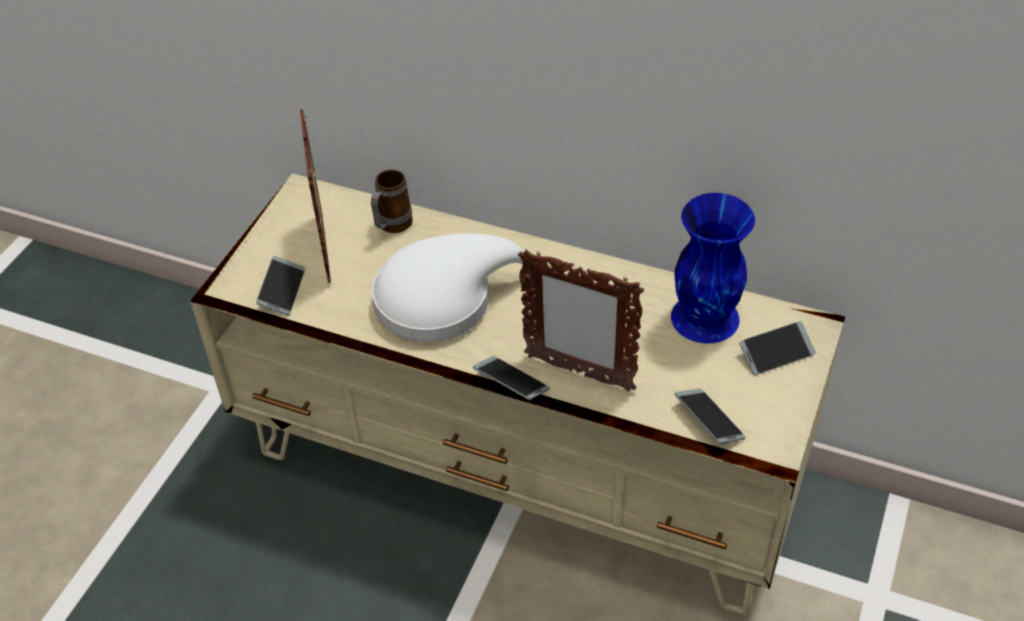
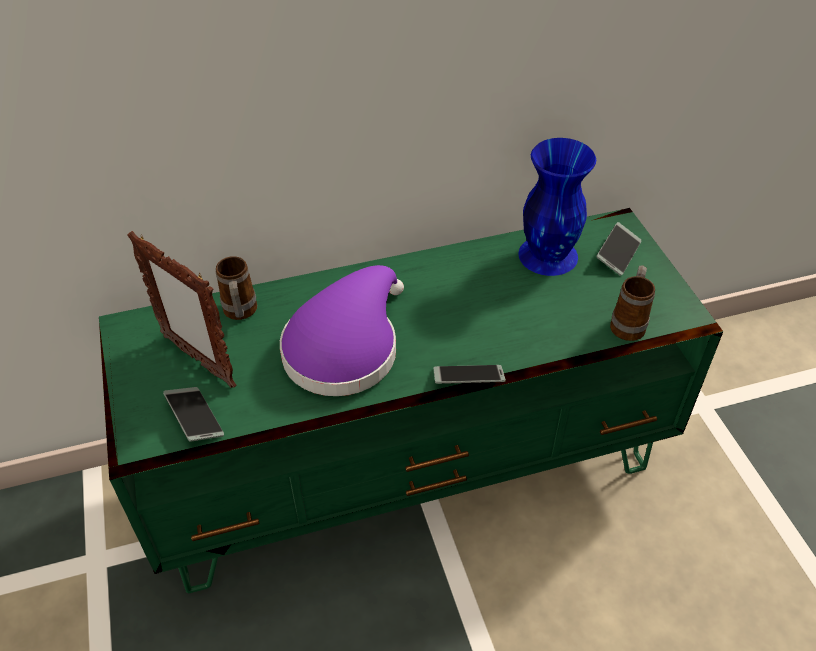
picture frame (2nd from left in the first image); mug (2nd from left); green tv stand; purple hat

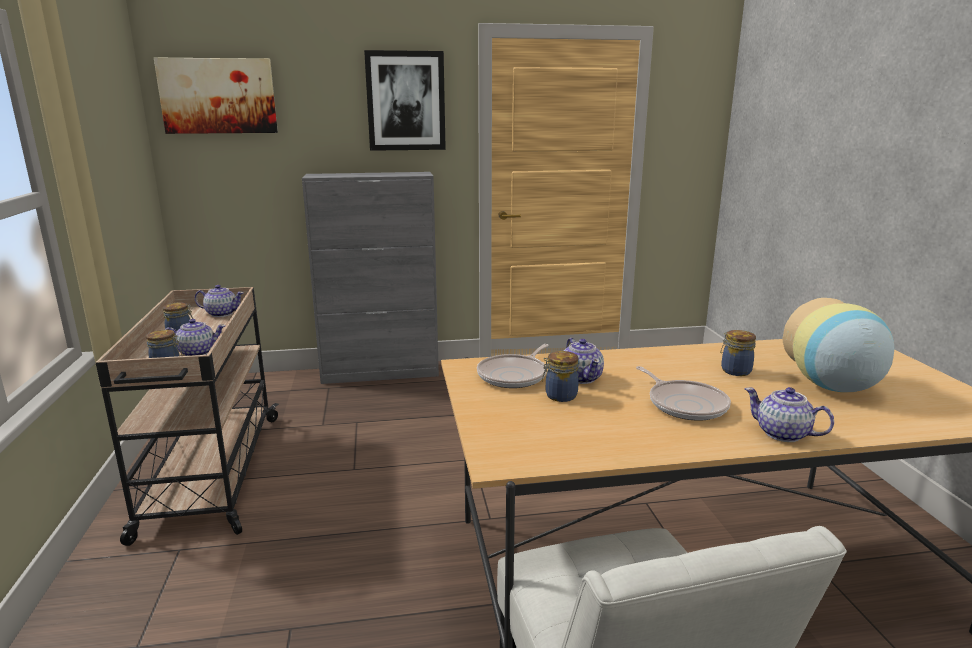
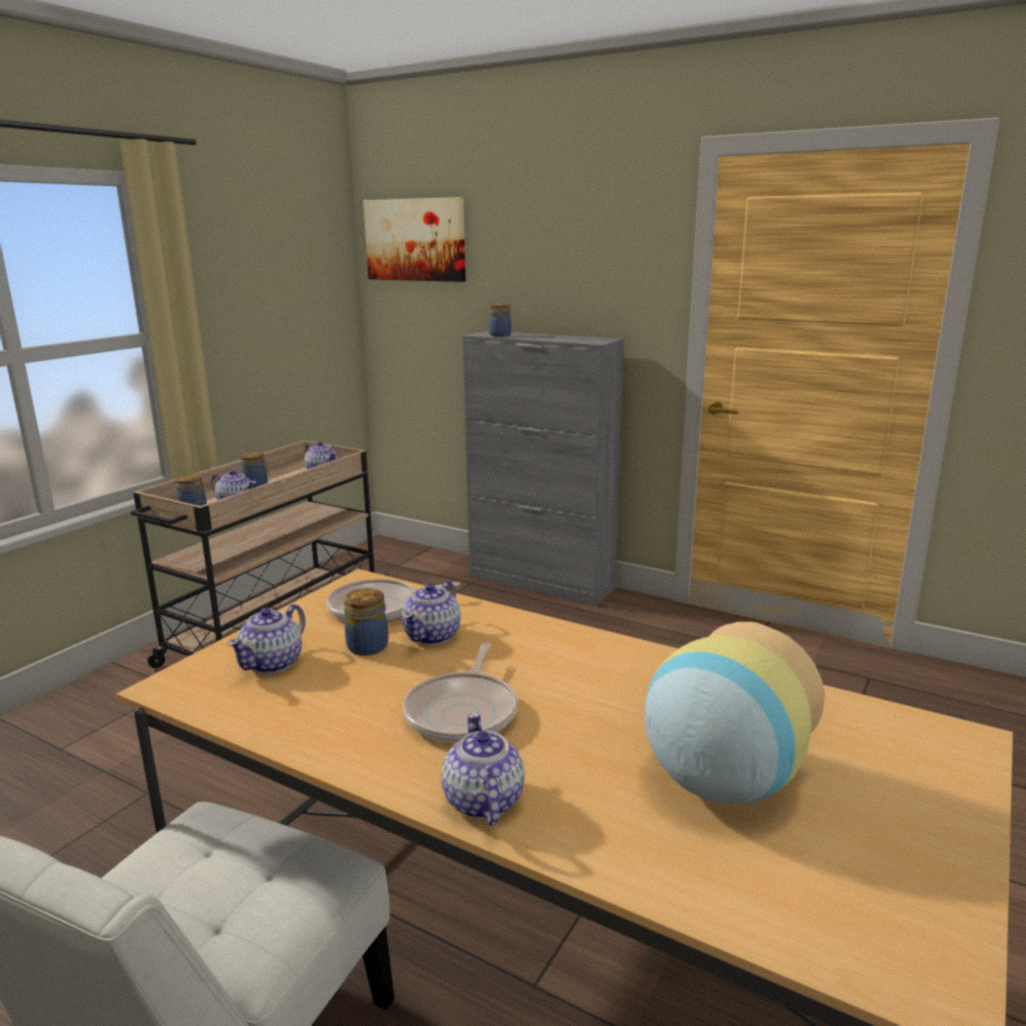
picture (2nd from left in the first image); teapot (2nd from left); jar (4th from left)

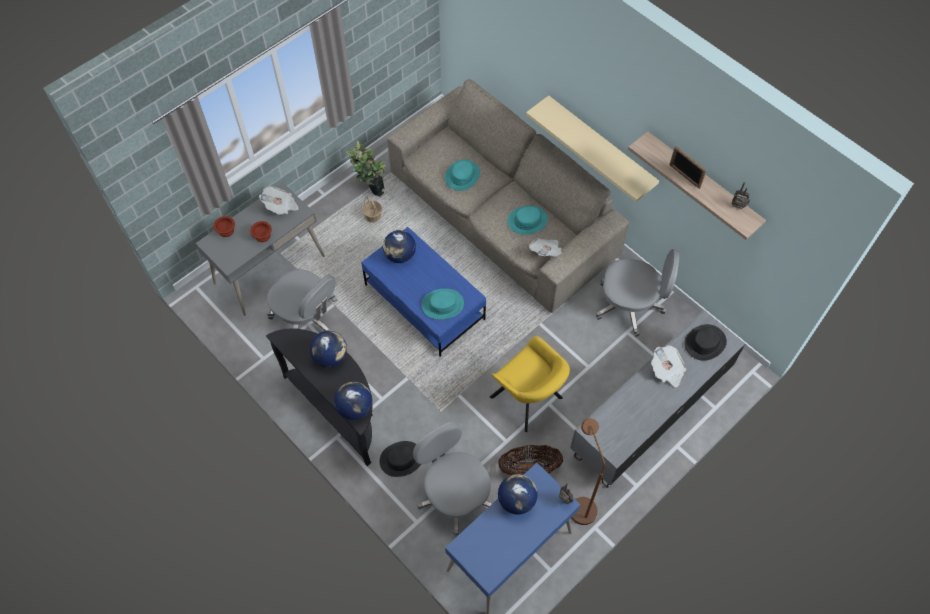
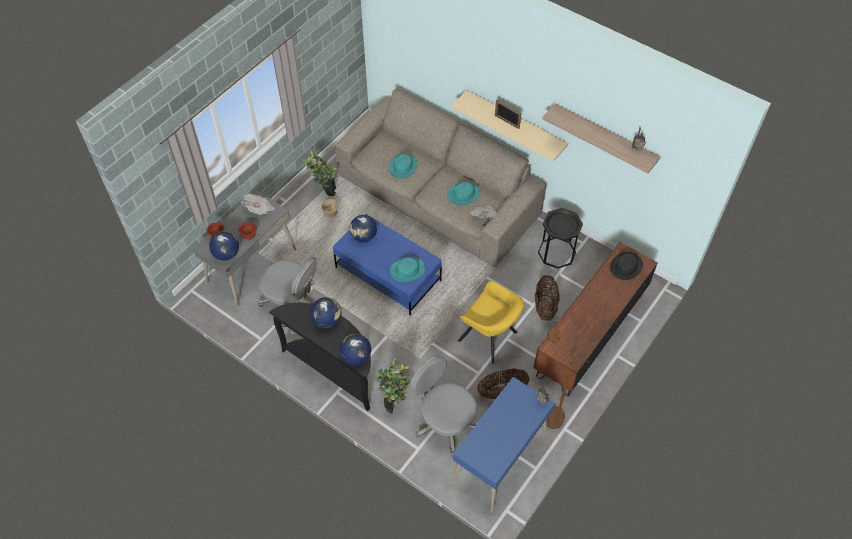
newspaper (3rd from left in the first image); basket (3rd from left); globe (1st from left); picture frame; potted plant (2nd from left); black side table; brown tv stand

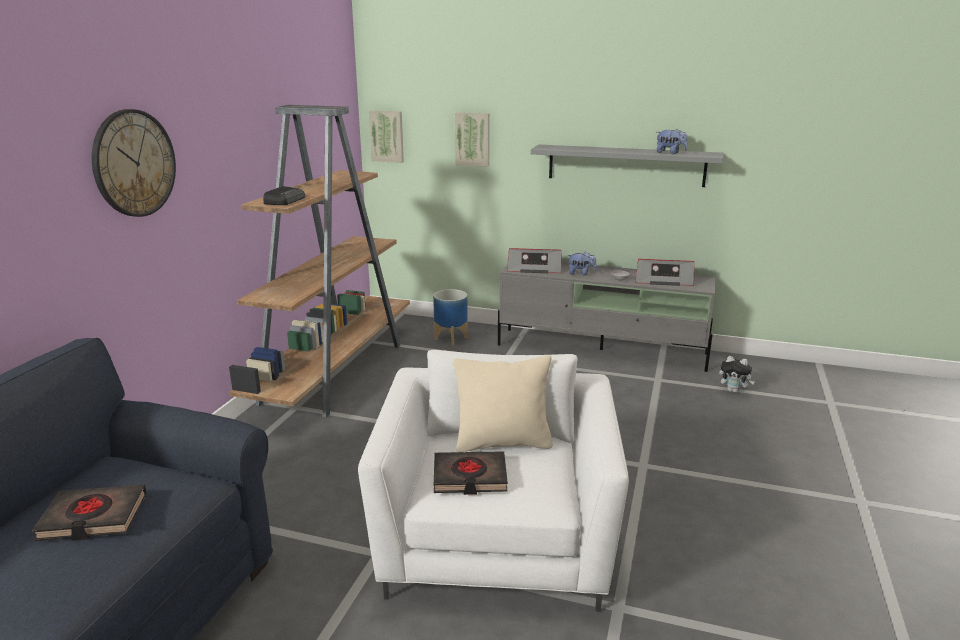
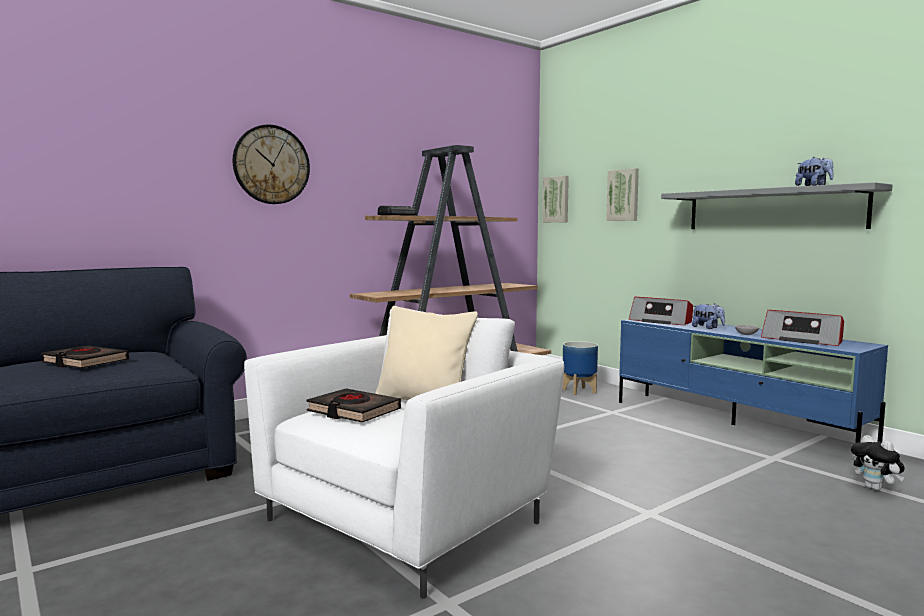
blue tv stand

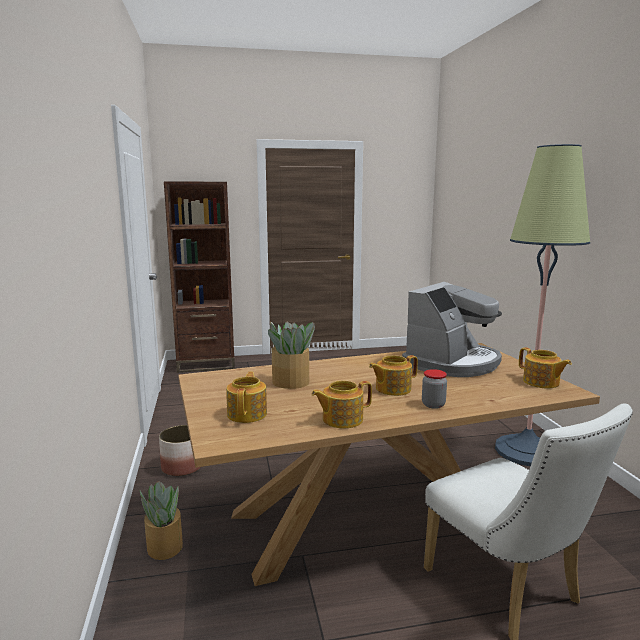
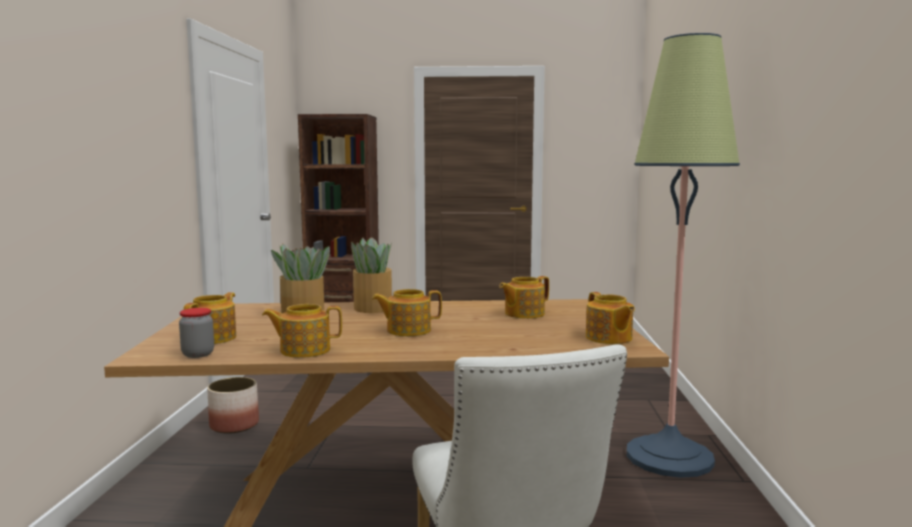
potted plant (2nd from left); jar; teapot (4th from left)

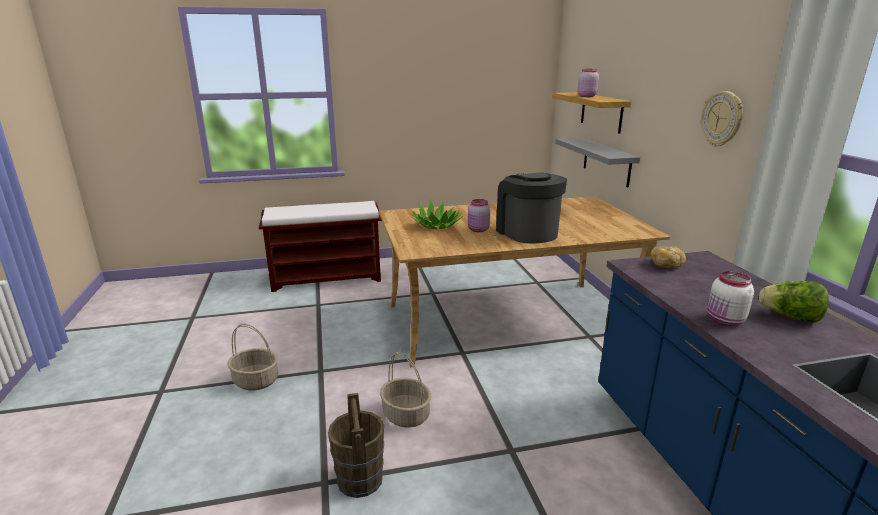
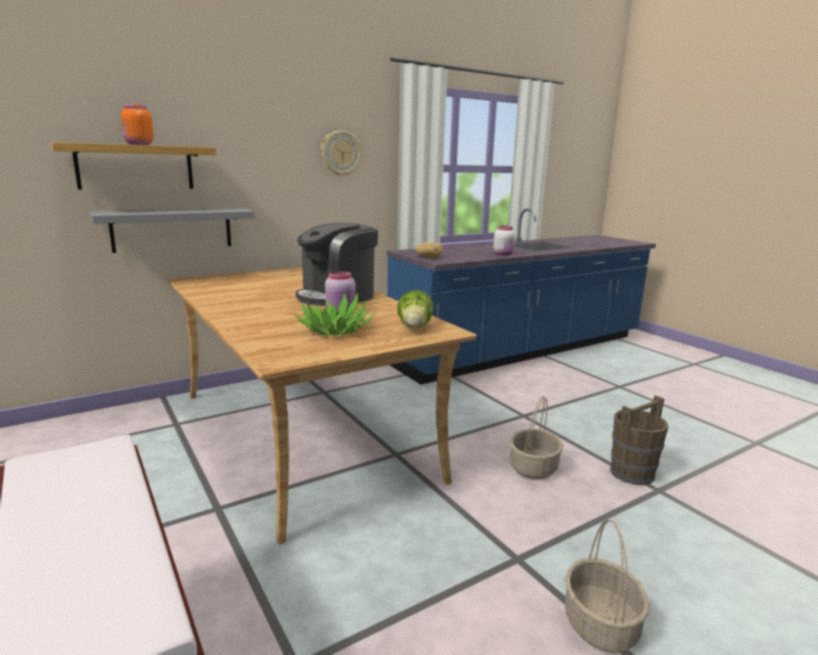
lettuce; orange jar

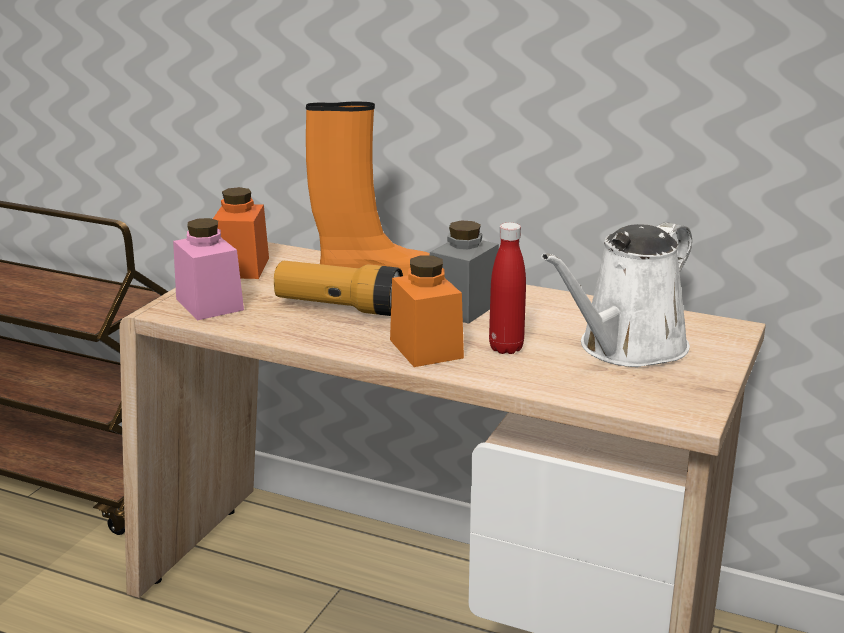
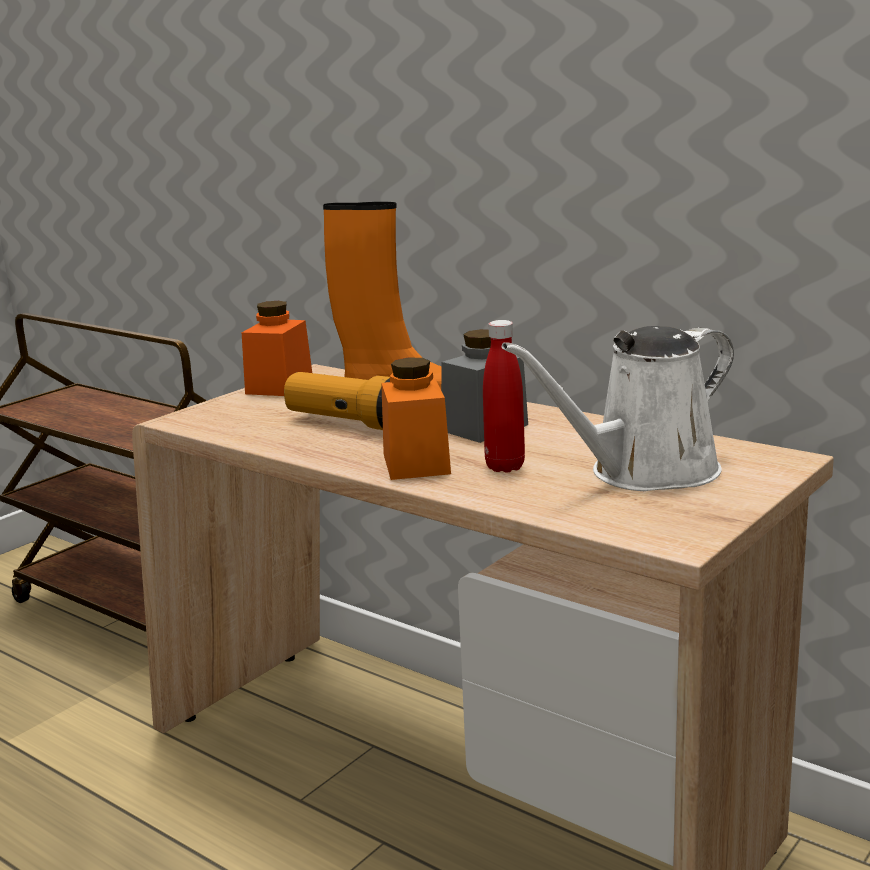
pink jar

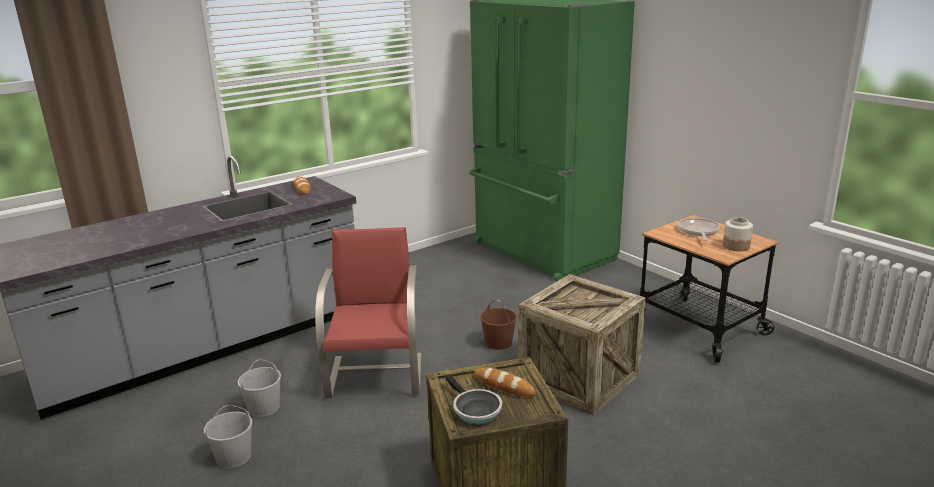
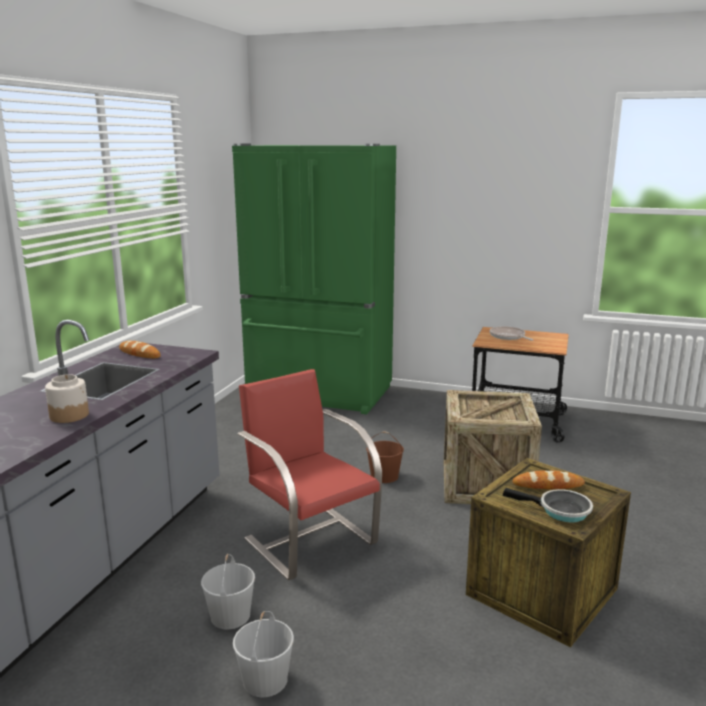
jar

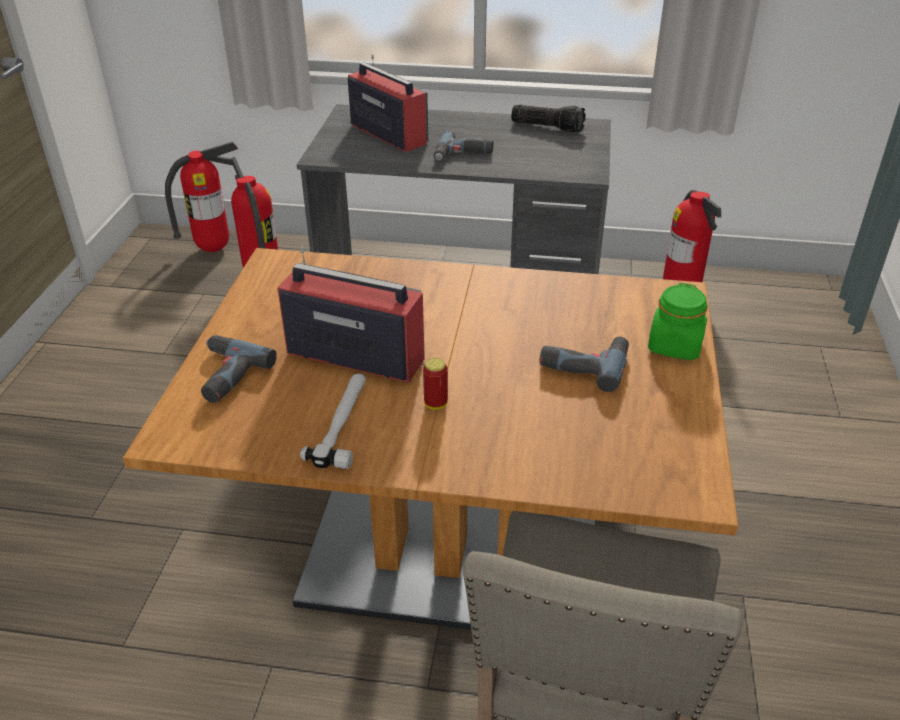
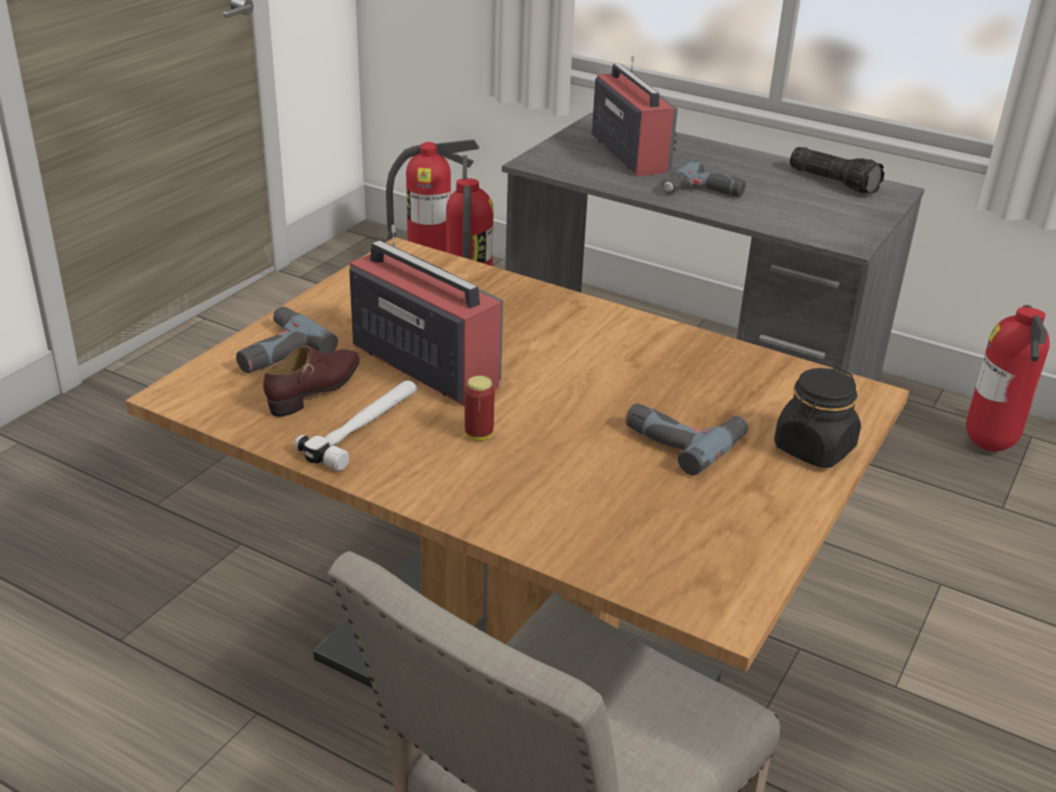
brown shoe; black jar

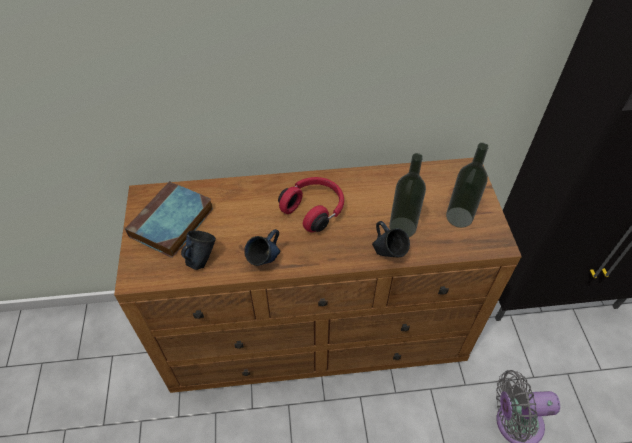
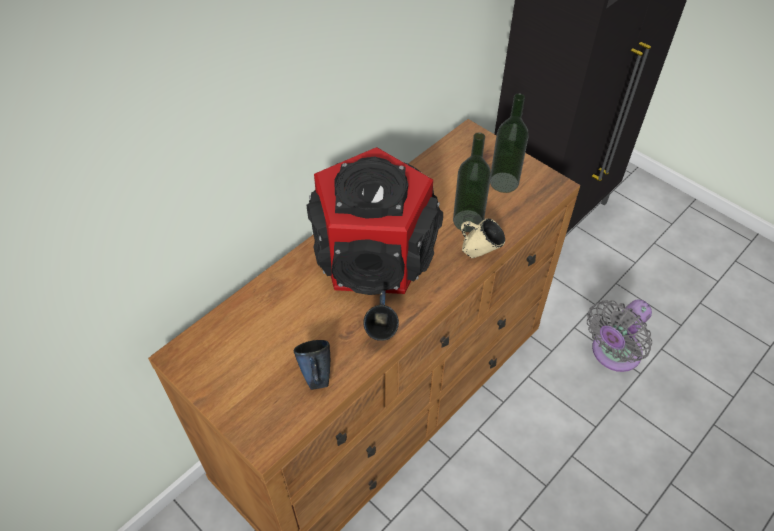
book; speaker; beige mug

